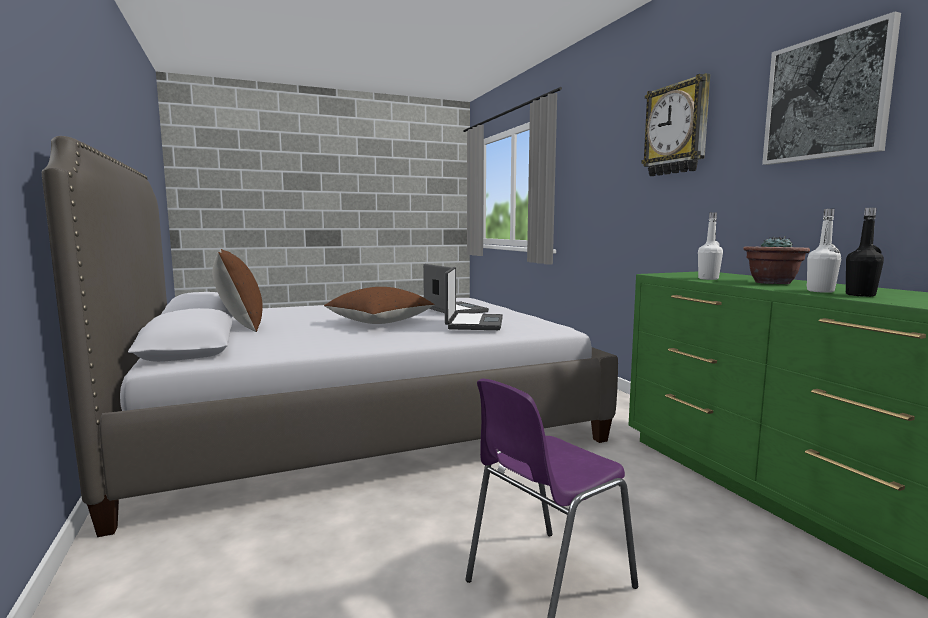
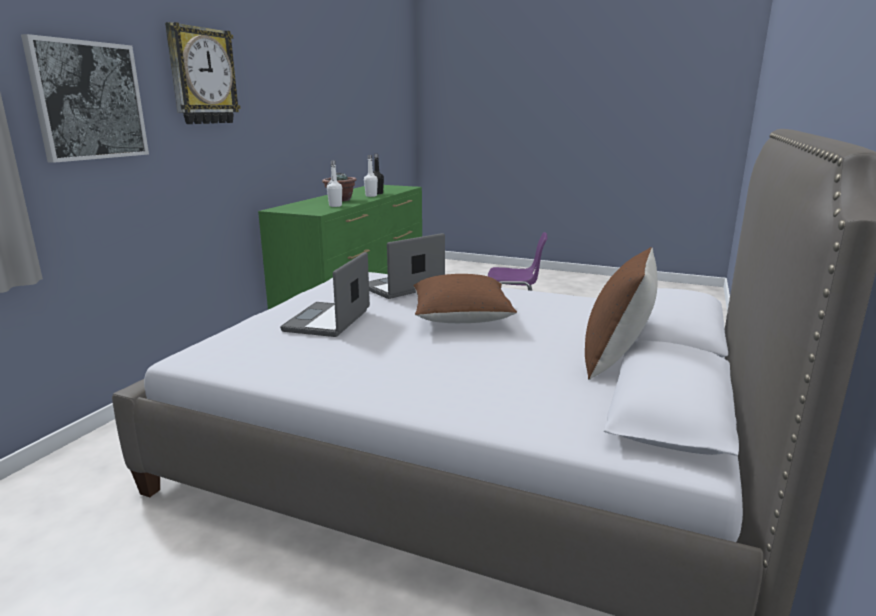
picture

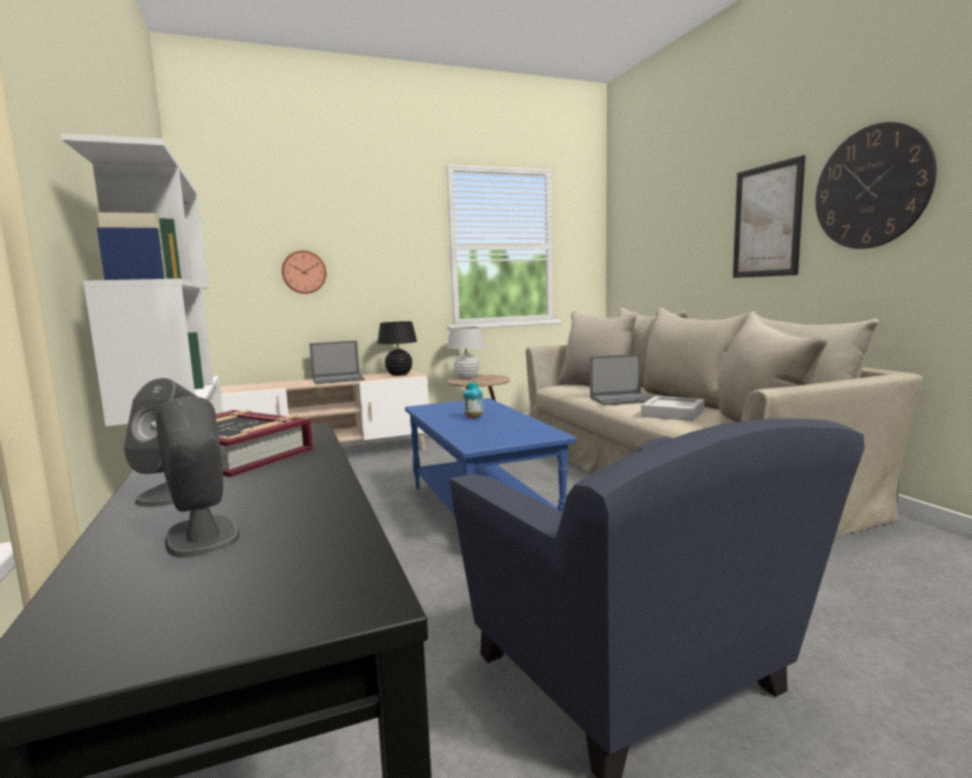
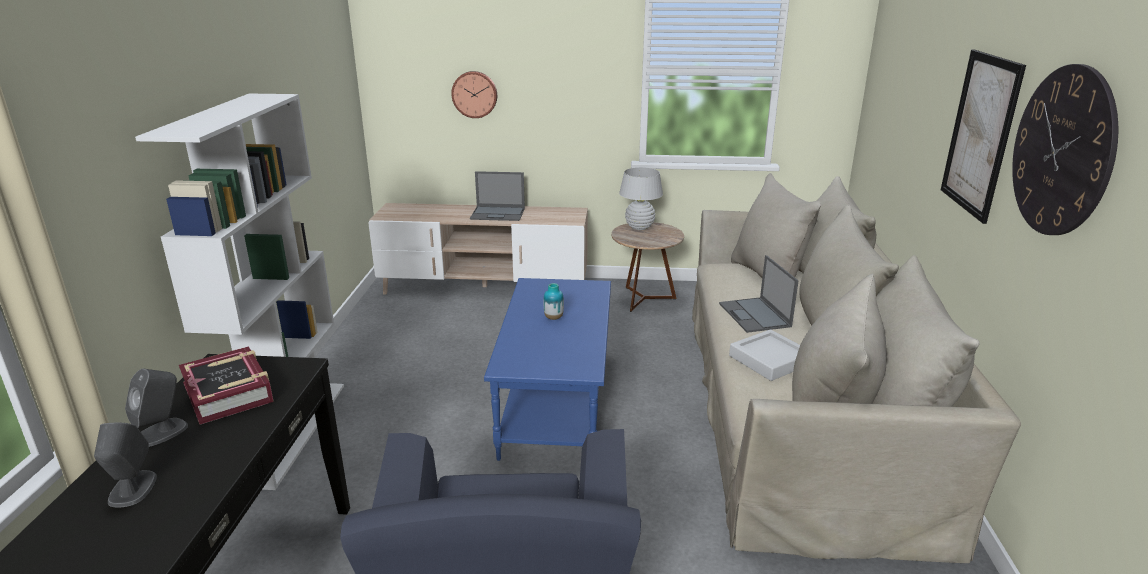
black table lamp; laptop (2nd from left)

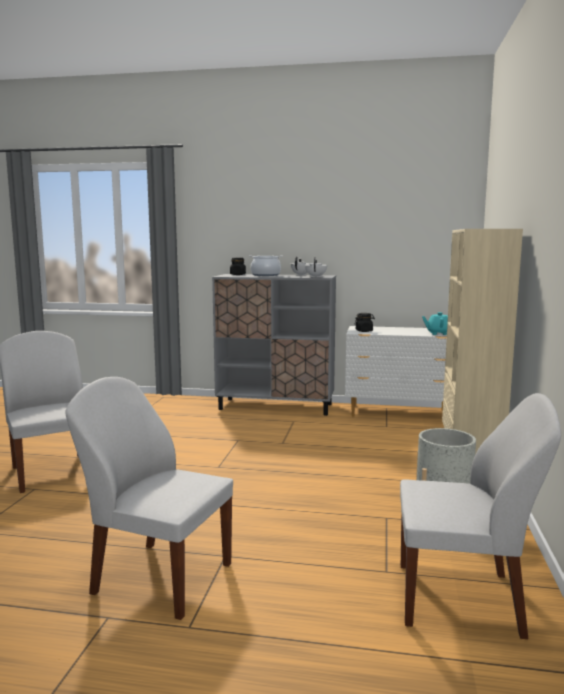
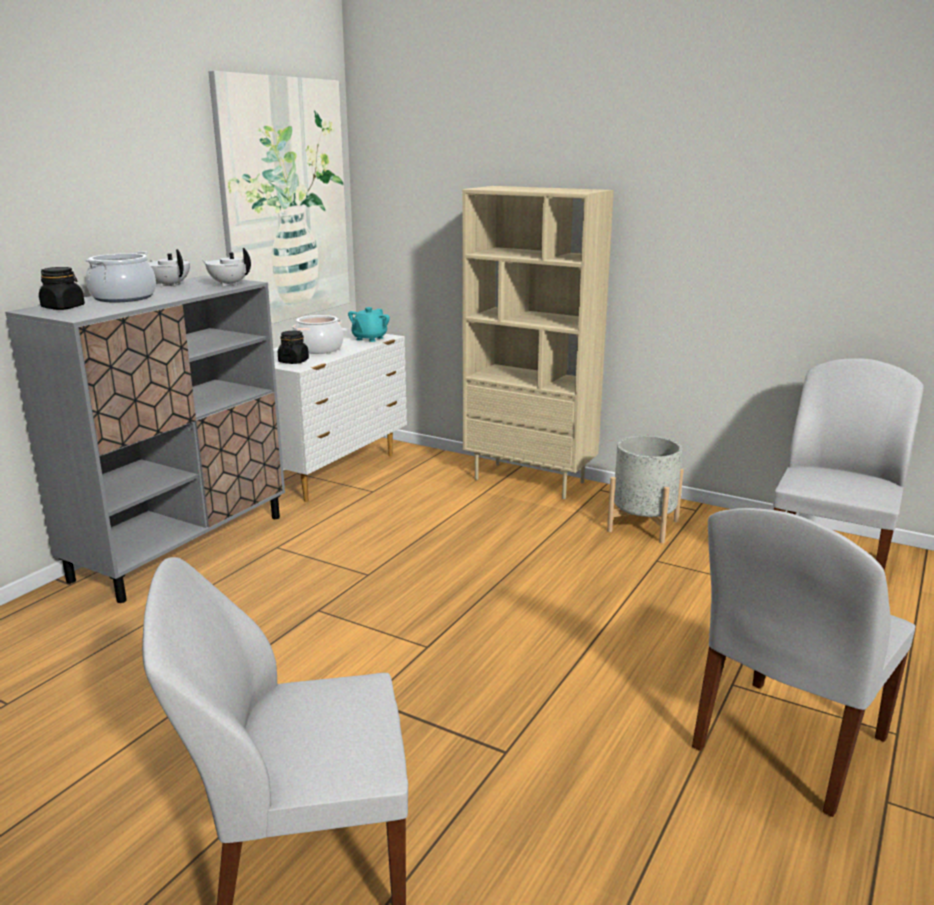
picture; cooking pot (2nd from left)

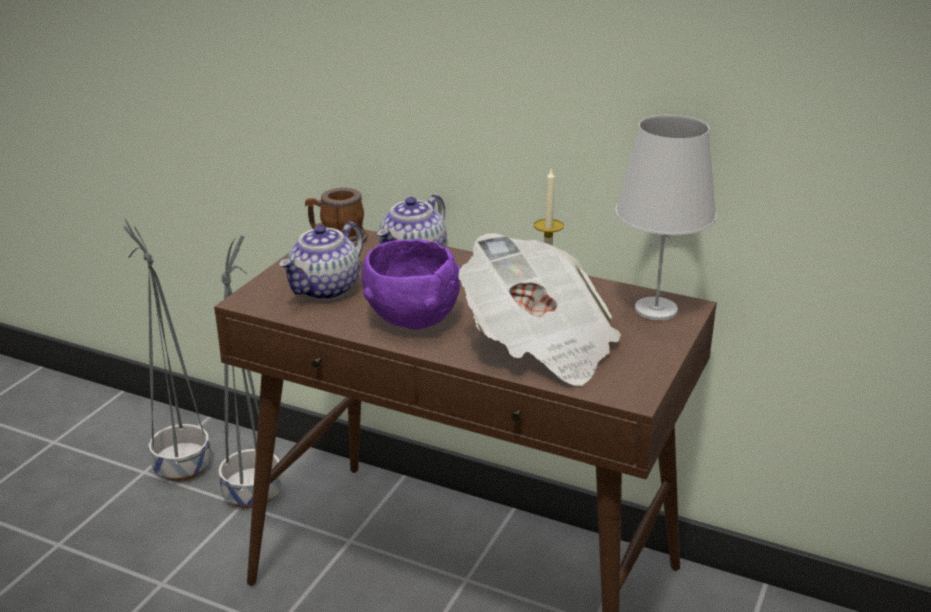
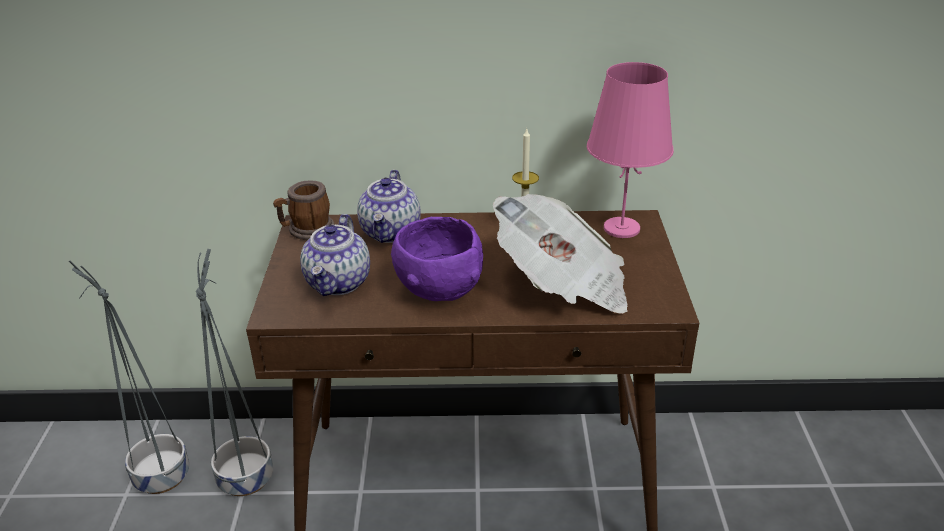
pink table lamp

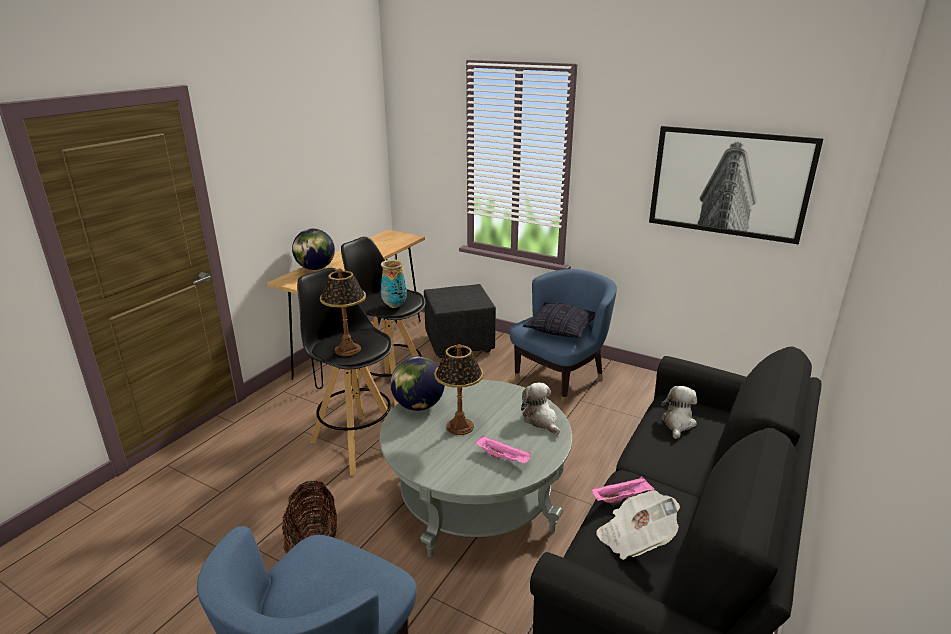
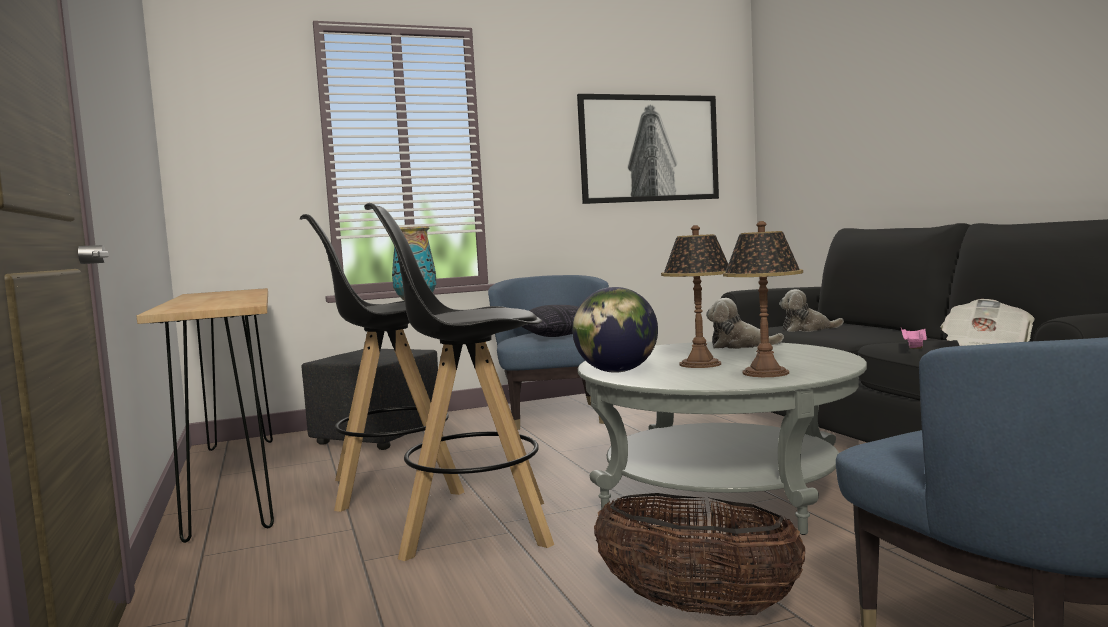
globe (1st from left in the first image); pink tray (1st from left in the first image); table lamp (2nd from left); plush toy (2nd from left)

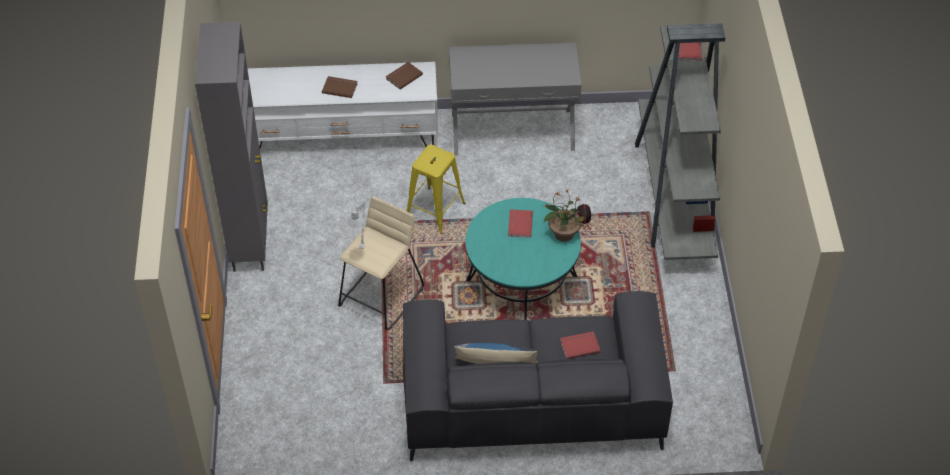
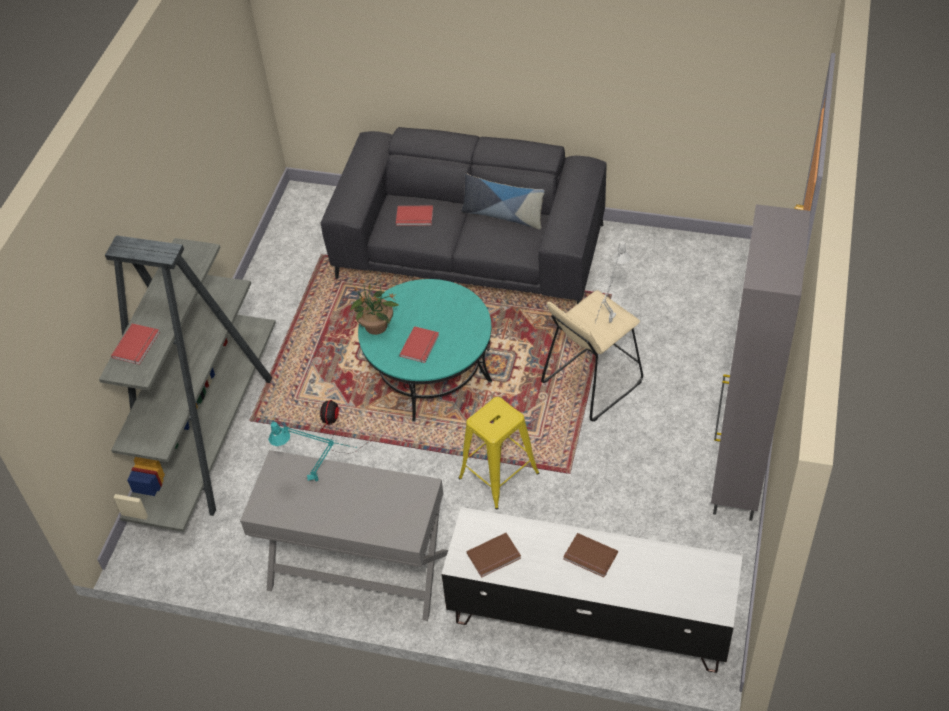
turquoise table lamp

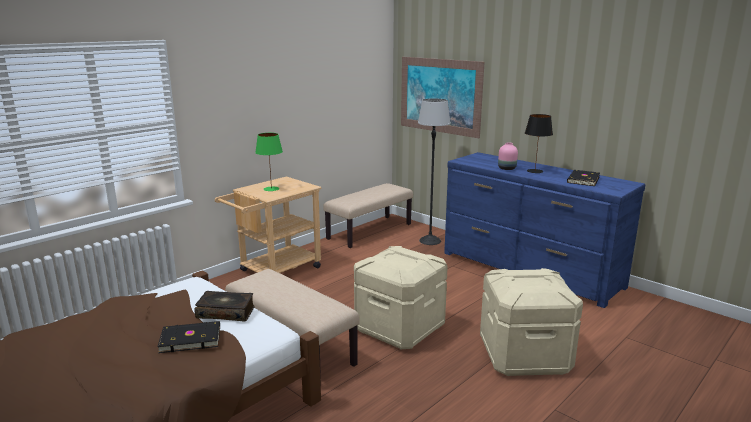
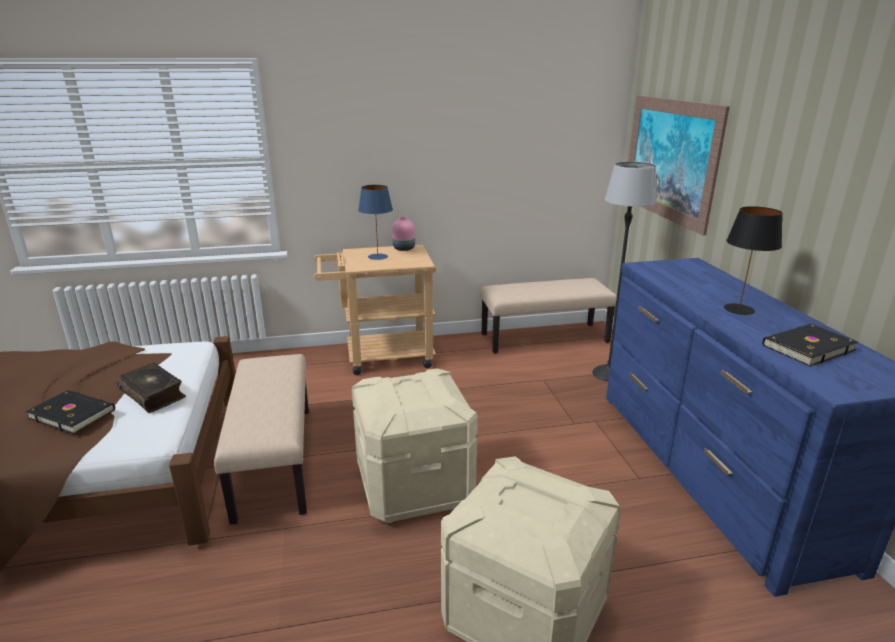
pink vase; blue table lamp

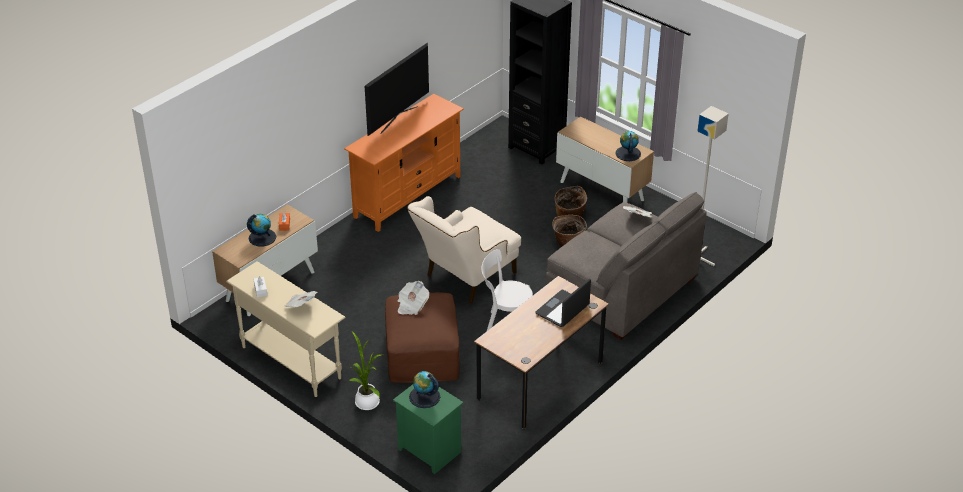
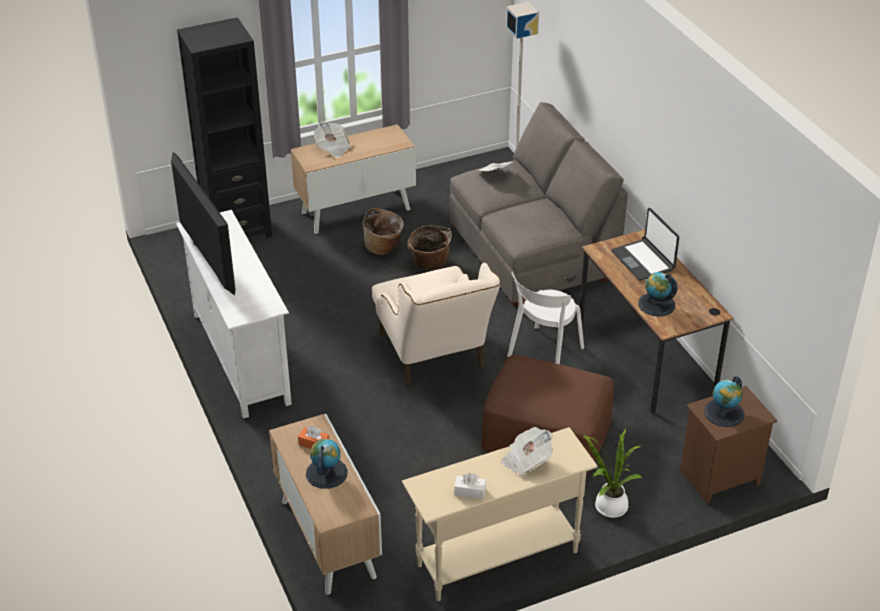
newspaper (1st from left); globe (2nd from left); white tv stand; brown nightstand

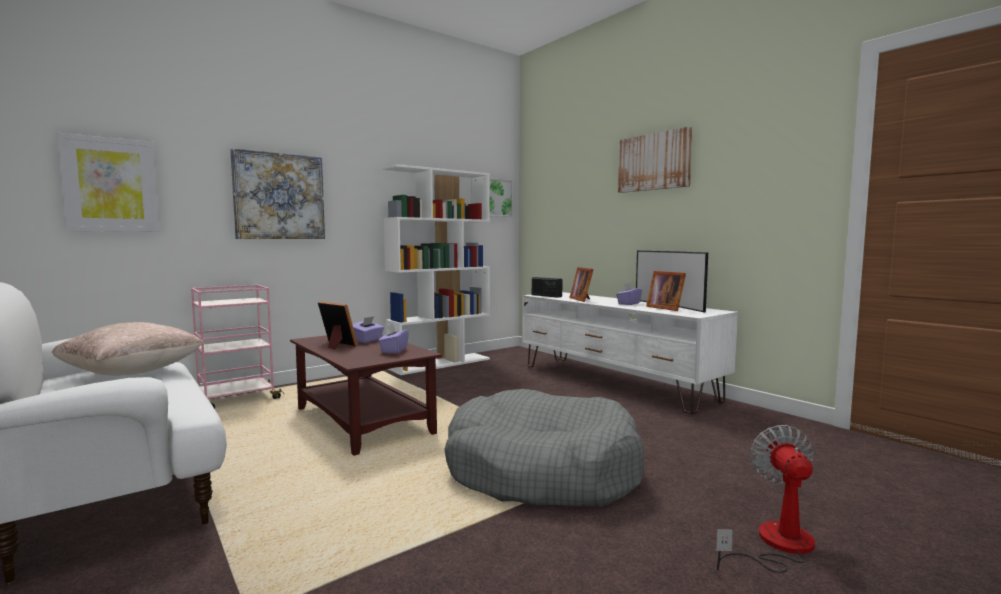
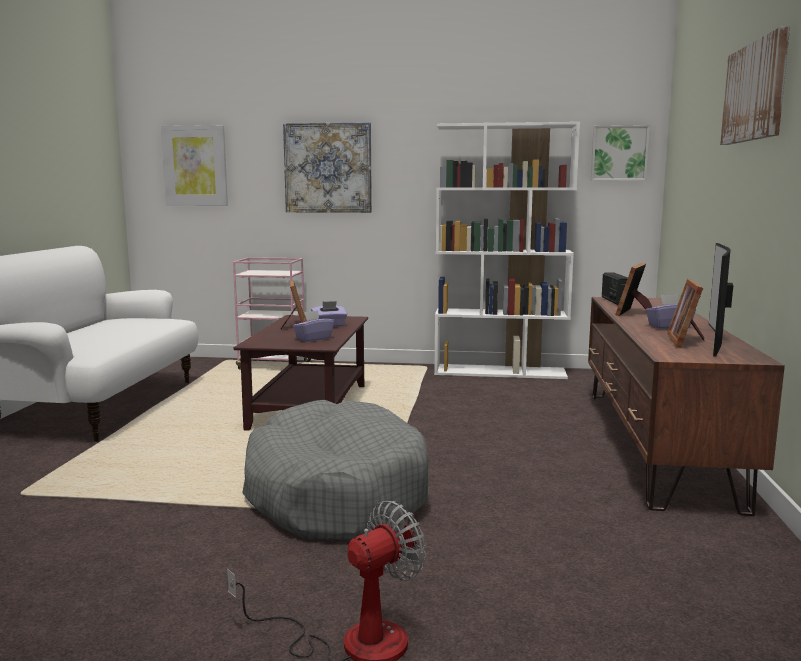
beige pillow; brown tv stand

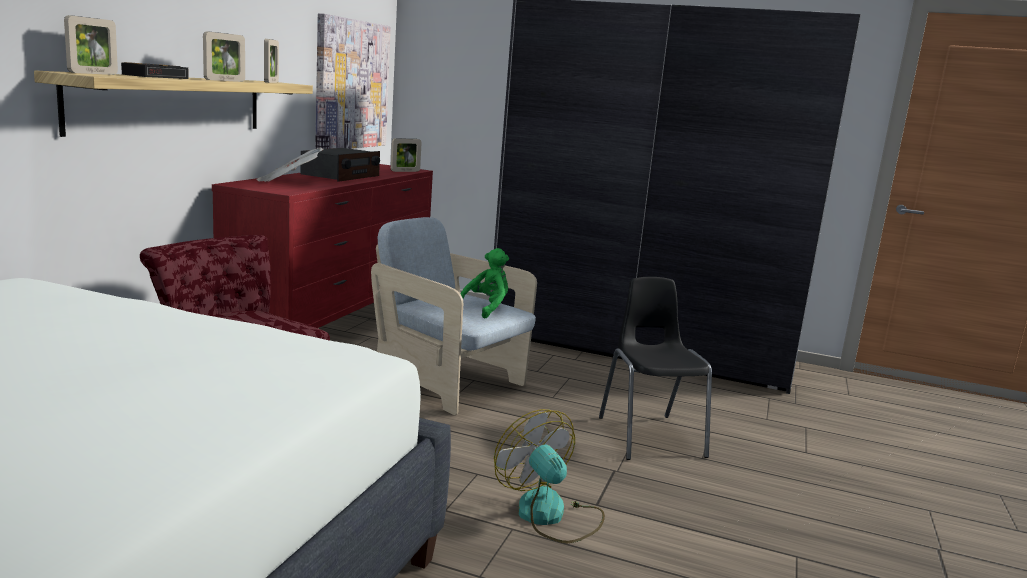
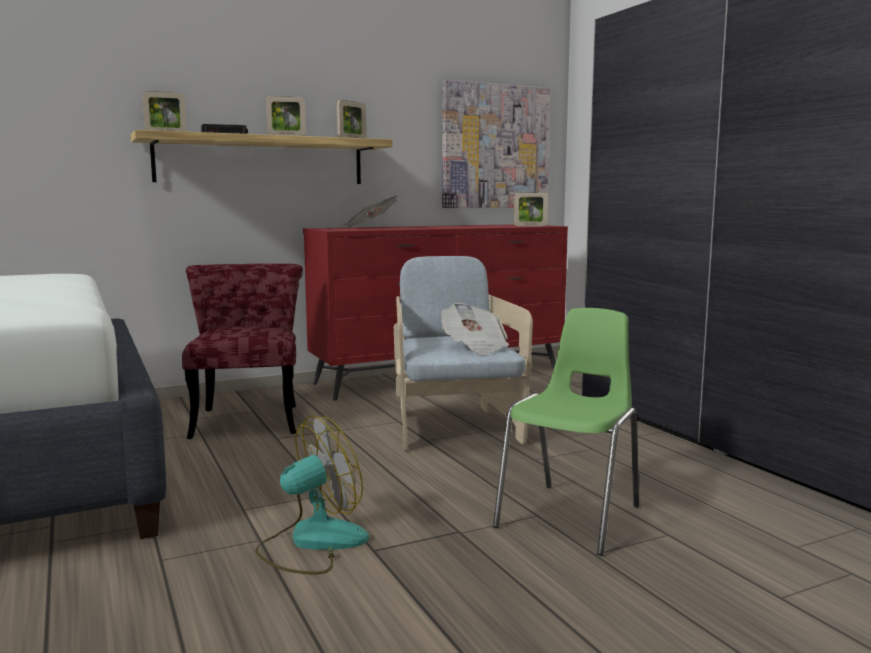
radio; newspaper (2nd from left); green chair; fan

